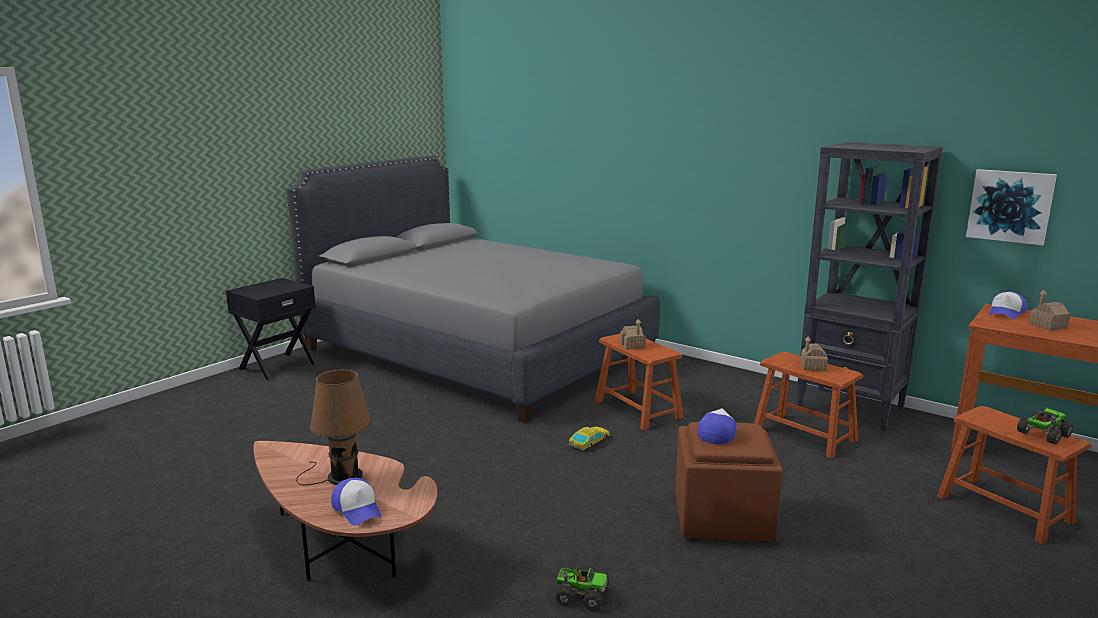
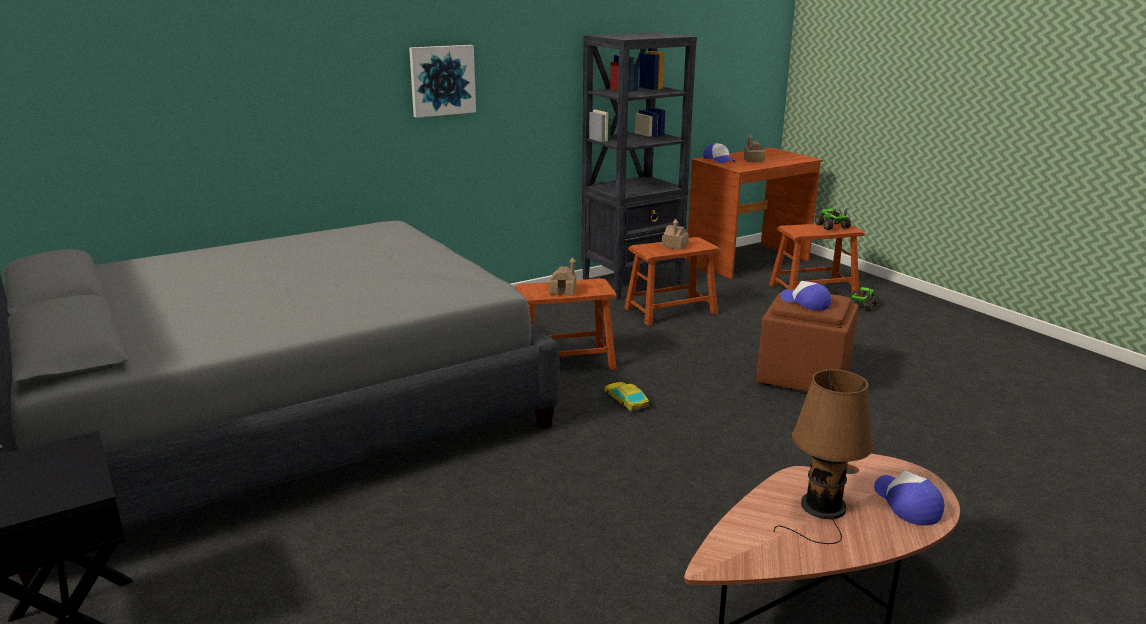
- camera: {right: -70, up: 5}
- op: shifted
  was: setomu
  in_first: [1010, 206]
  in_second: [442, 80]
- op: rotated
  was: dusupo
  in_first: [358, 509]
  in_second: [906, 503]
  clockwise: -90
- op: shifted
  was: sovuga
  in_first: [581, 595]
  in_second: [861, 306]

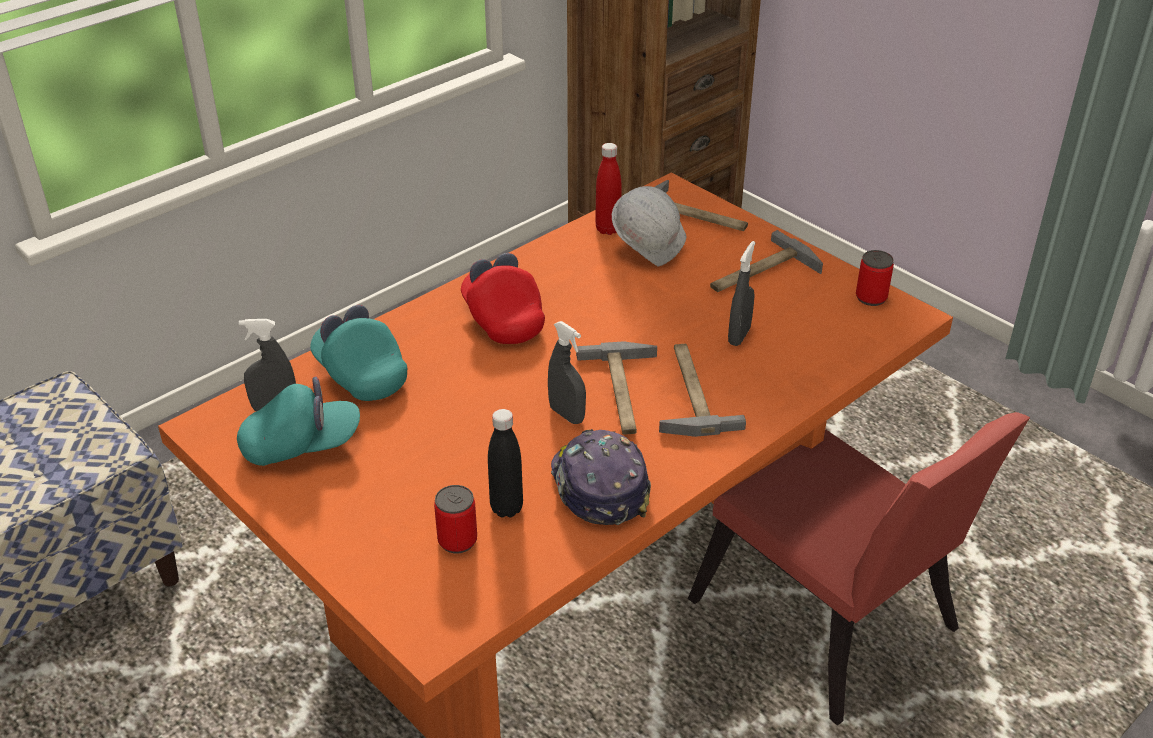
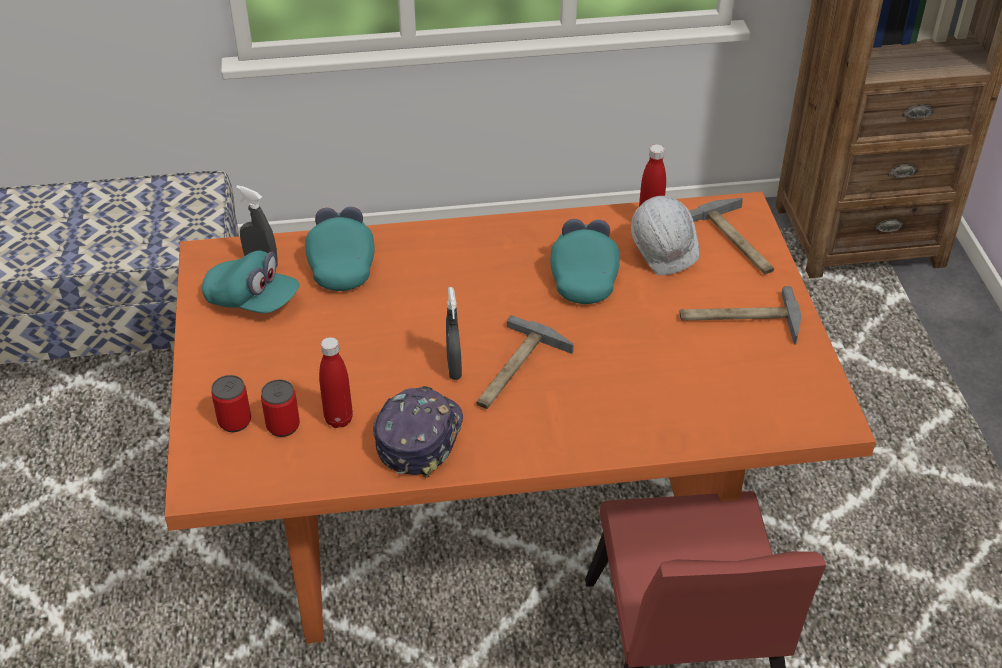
- camera: {right: 35, up: 5}
- op: gone
  was: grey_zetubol
  in_first: [739, 336]
- op: shifted
  was: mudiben
  in_first: [871, 297]
  in_second: [234, 421]
- op: gone
  was: red_dusupo
  in_first: [502, 319]
- op: gone
  was: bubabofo
  in_first: [689, 392]
- op: repainted
  was: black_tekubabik
  now: red_tekubabik
  in_first: [506, 508]
  in_second: [338, 419]
- op: new
  now: turquoise_dusupo
  in_second: [583, 276]

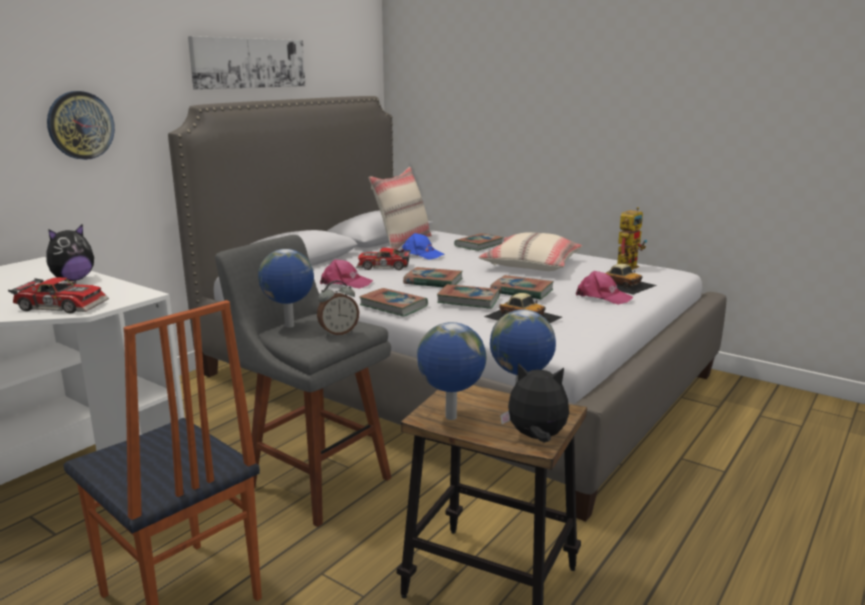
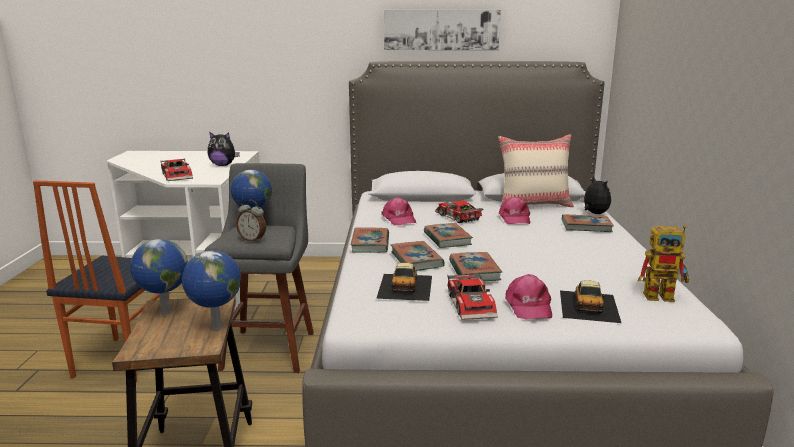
- camera: {right: 55, up: 0}
- op: gone
  was: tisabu
  in_first: [80, 125]
- op: gone
  was: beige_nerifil
  in_first: [531, 264]
- op: repainted
  was: blue_dusupo
  now: pink_dusupo
  in_first: [421, 254]
  in_second: [514, 218]
- op: shifted
  was: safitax
  in_first: [536, 438]
  in_second: [594, 213]
- op: new
  now: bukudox
  in_second: [473, 304]

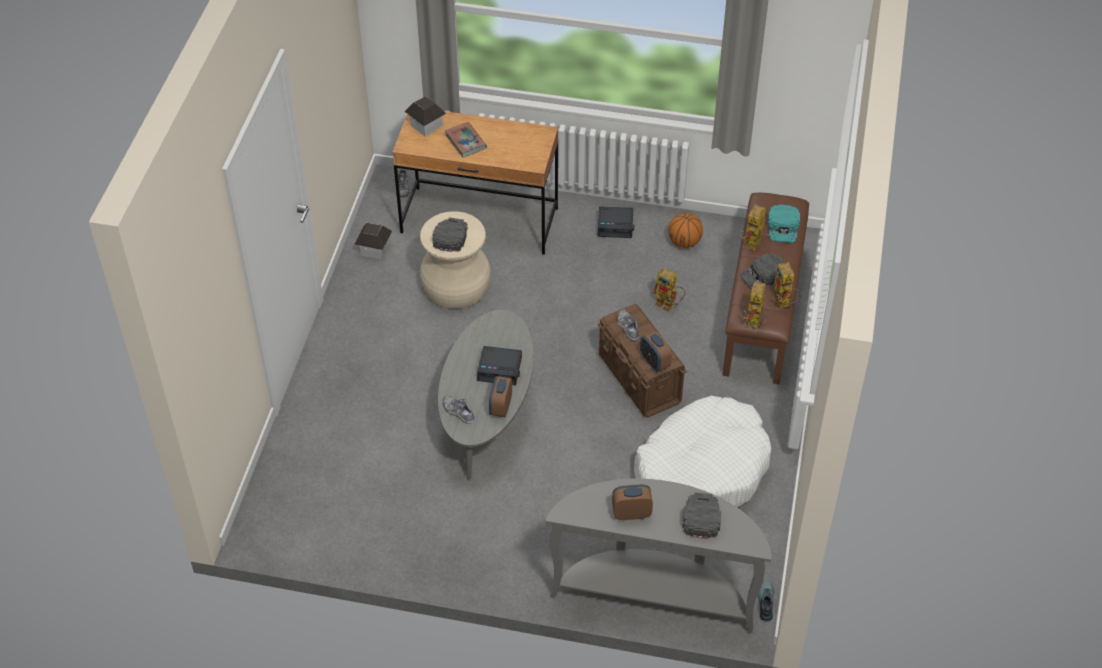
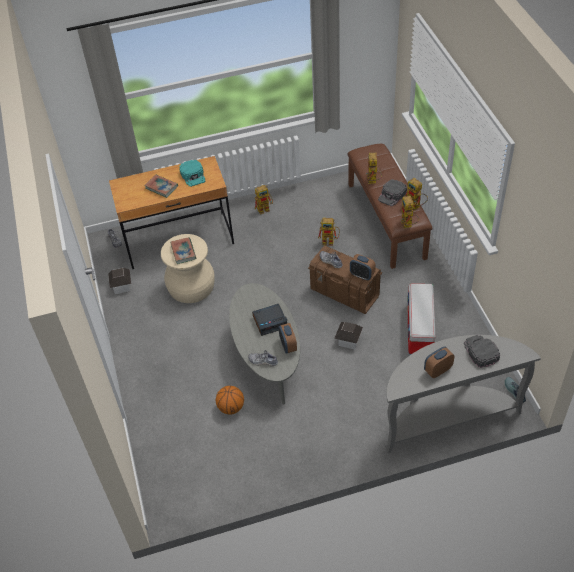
- camera: {right: -25, up: 0}
- op: shifted
  was: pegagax
  in_first: [426, 125]
  in_second: [348, 340]
- op: shifted
  was: turquoise_dusupo
  in_first: [783, 227]
  in_second: [193, 175]
- op: swapped
  was: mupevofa
  now: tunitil
  in_first: [615, 225]
  in_second: [265, 208]
- op: shifted
  was: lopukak
  in_first: [684, 242]
  in_second: [231, 408]
- op: swapped
  was: black_dusupo
  now: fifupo
  in_first: [450, 236]
  in_second: [183, 252]
- op: swapped
  was: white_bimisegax
  now: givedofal
  in_first: [701, 469]
  in_second: [420, 329]

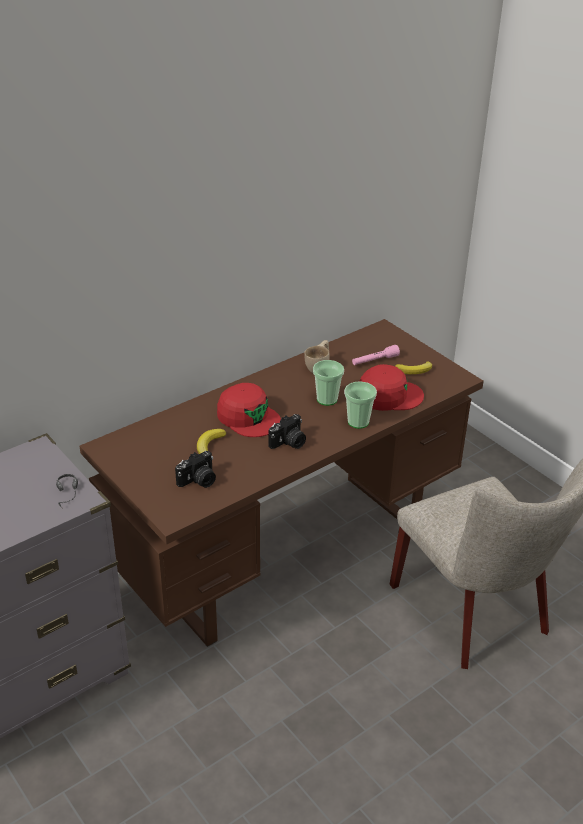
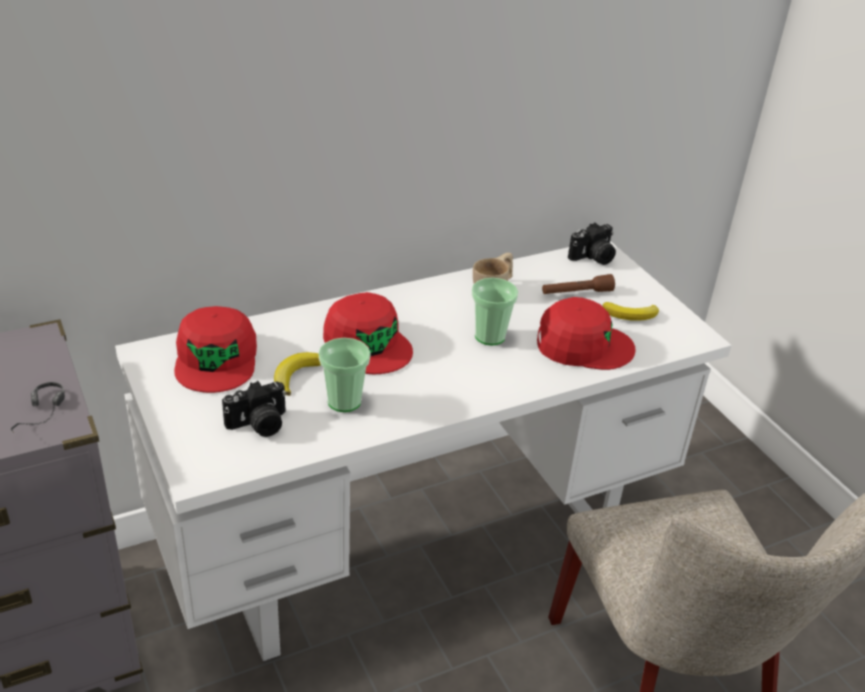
- camera: {right: 10, up: 0}
- op: repainted
  was: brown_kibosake
  now: white_kibosake
  in_first: [288, 552]
  in_second: [418, 542]
- op: repainted
  was: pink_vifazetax
  now: brown_vifazetax
  in_first: [375, 361]
  in_second: [576, 293]
- op: shifted
  was: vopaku
  in_first: [358, 422]
  in_second: [344, 401]
- op: shifted
  was: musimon
  in_first: [289, 443]
  in_second: [593, 258]
- op: new
  now: red_dusupo
  in_second: [217, 359]

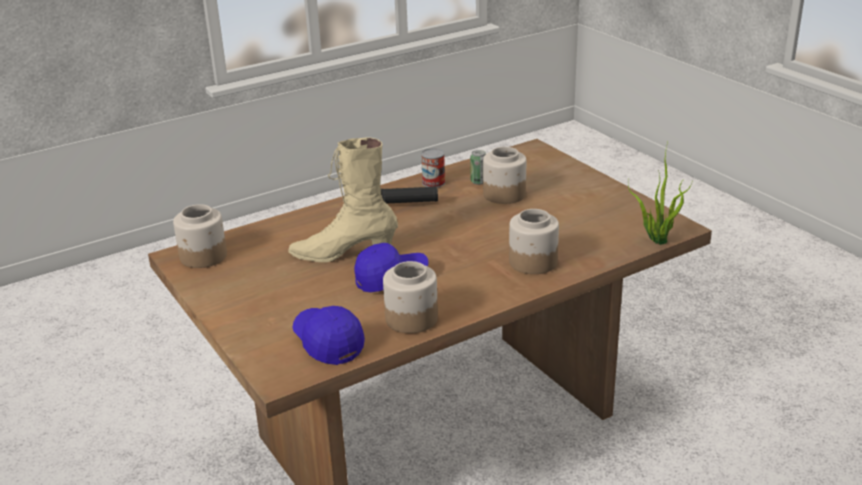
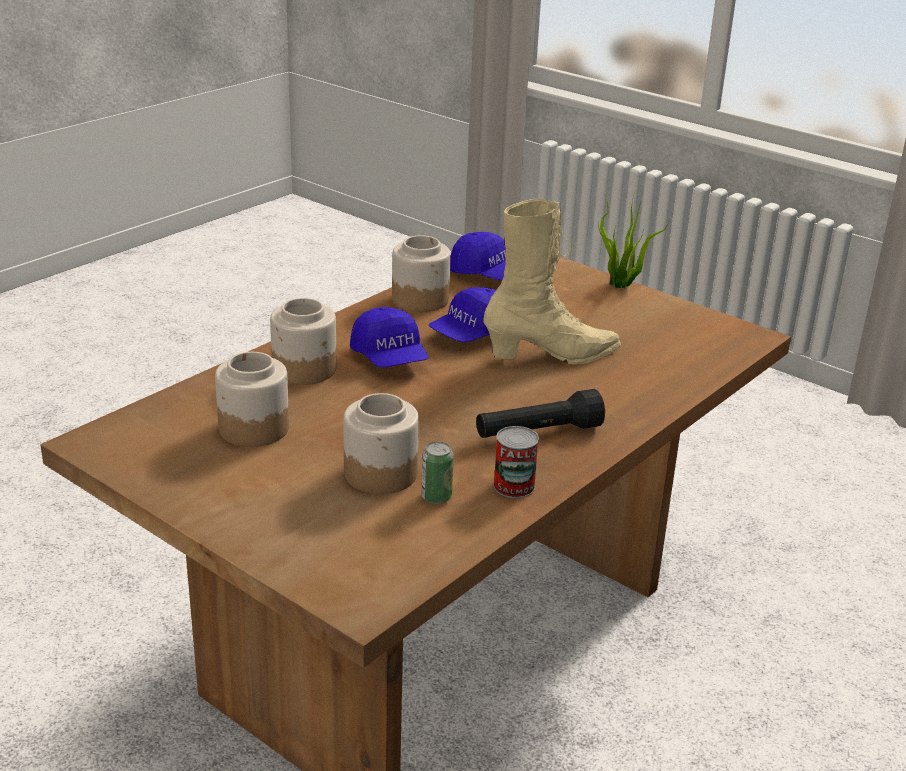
- camera: {right: 160, up: 0}
- op: shifted
  was: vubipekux
  in_first: [657, 239]
  in_second: [621, 285]
- op: shifted
  was: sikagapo
  in_first: [203, 257]
  in_second: [253, 428]
- op: new
  now: blue_dusupo
  in_second: [390, 358]

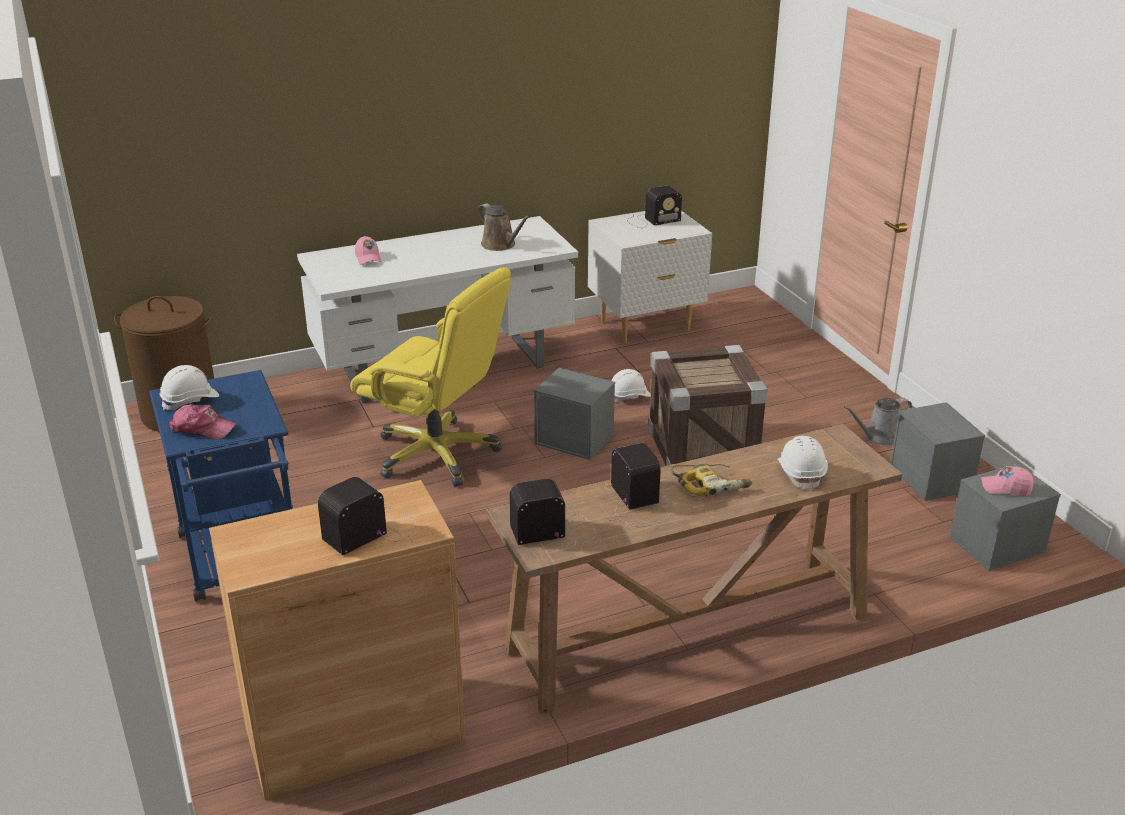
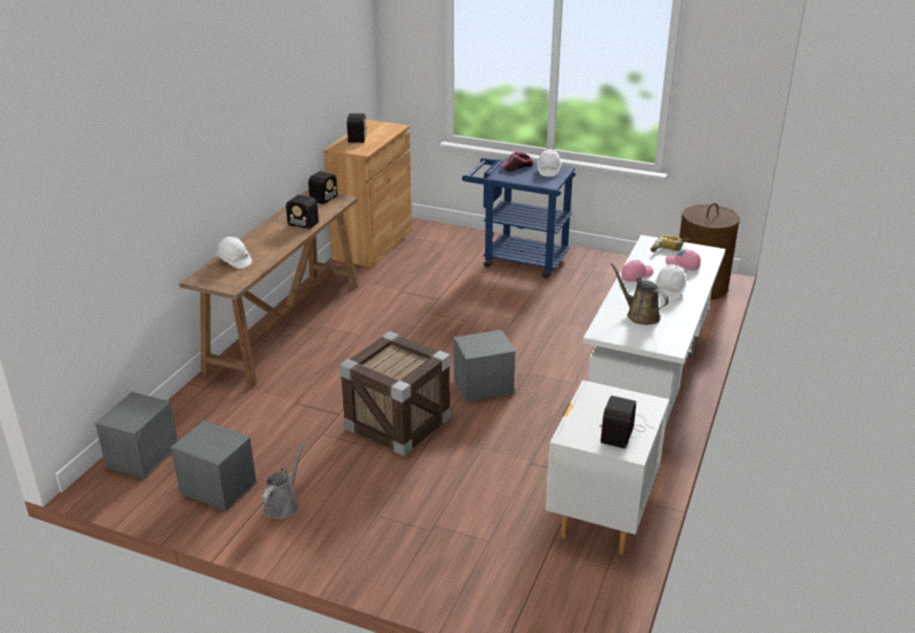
- camera: {right: 135, up: 0}
- op: rotated
  was: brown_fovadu
  in_first: [500, 245]
  in_second: [640, 315]
  clockwise: 45
- op: gone
  was: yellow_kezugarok
  in_first: [437, 454]
- op: shifted
  was: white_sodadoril
  in_first: [629, 396]
  in_second: [669, 291]
- op: shifted
  was: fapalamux
  in_first: [711, 484]
  in_second: [668, 249]
- op: shifted
  was: pink_dusupo
  in_first: [1005, 488]
  in_second: [636, 275]

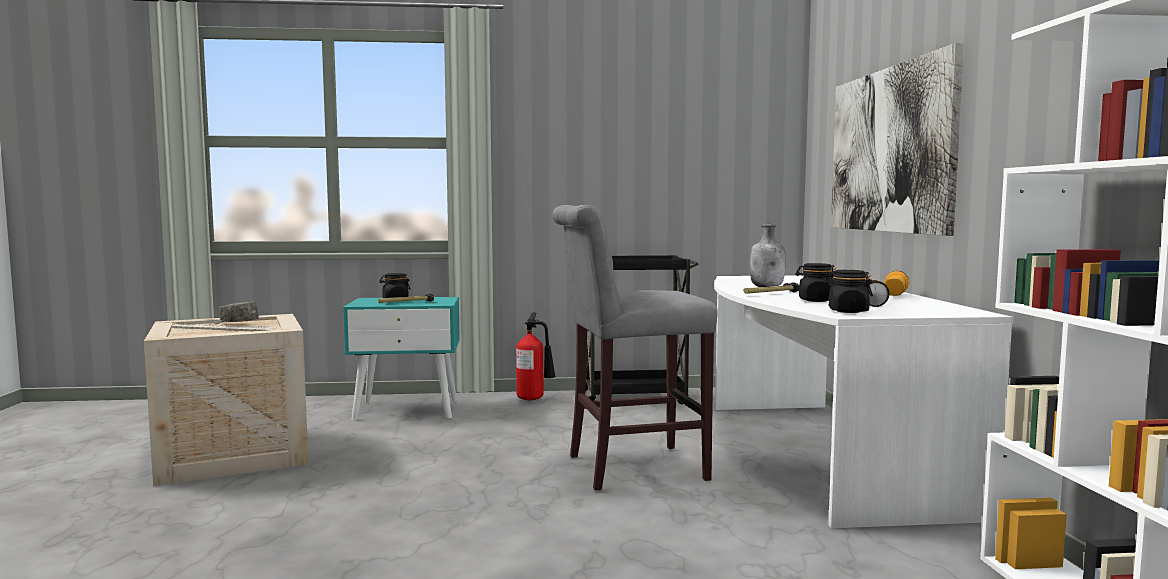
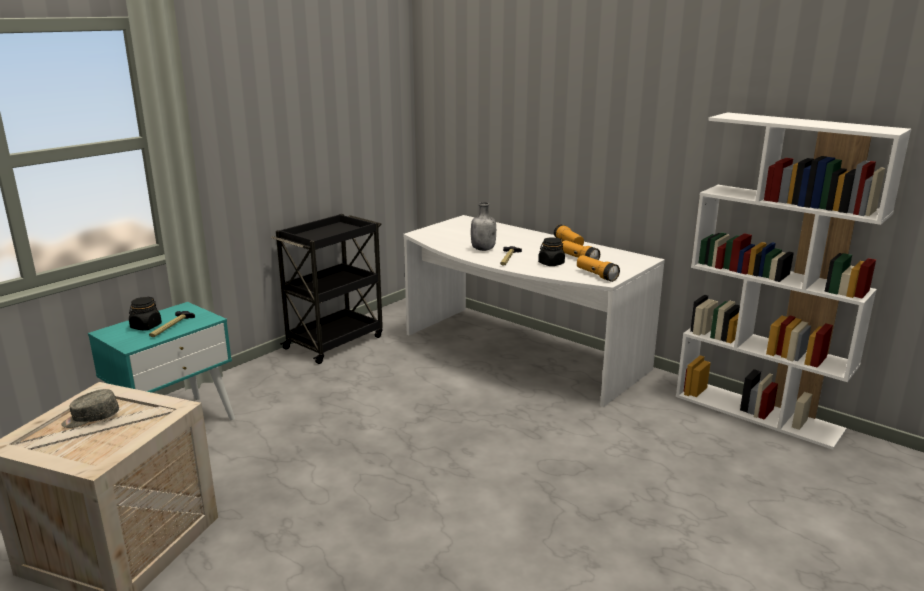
- camera: {right: -45, up: 15}
- op: gone
  was: setomu
  in_first: [889, 150]
- op: gone
  was: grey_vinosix
  in_first: [628, 468]
- op: swapped
  was: black_sikagapo
  now: vifazetax
  in_first: [847, 311]
  in_second: [596, 275]
- op: gone
  was: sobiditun
  in_first: [534, 399]

